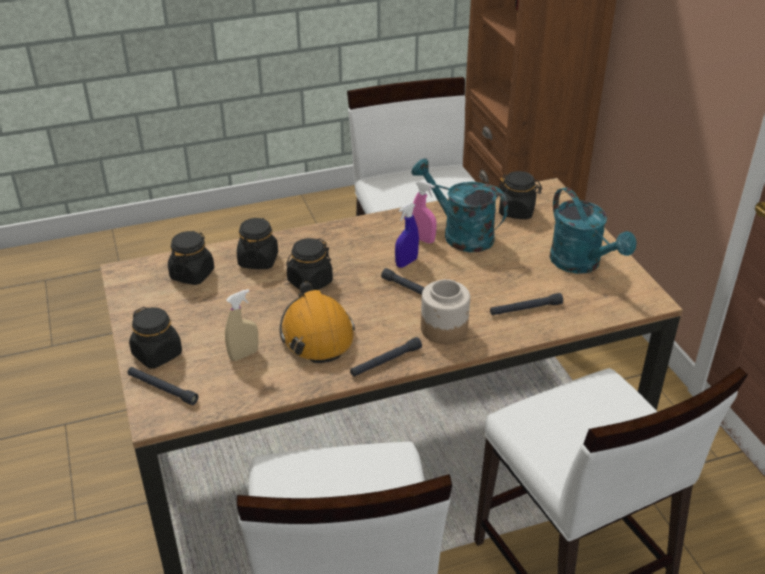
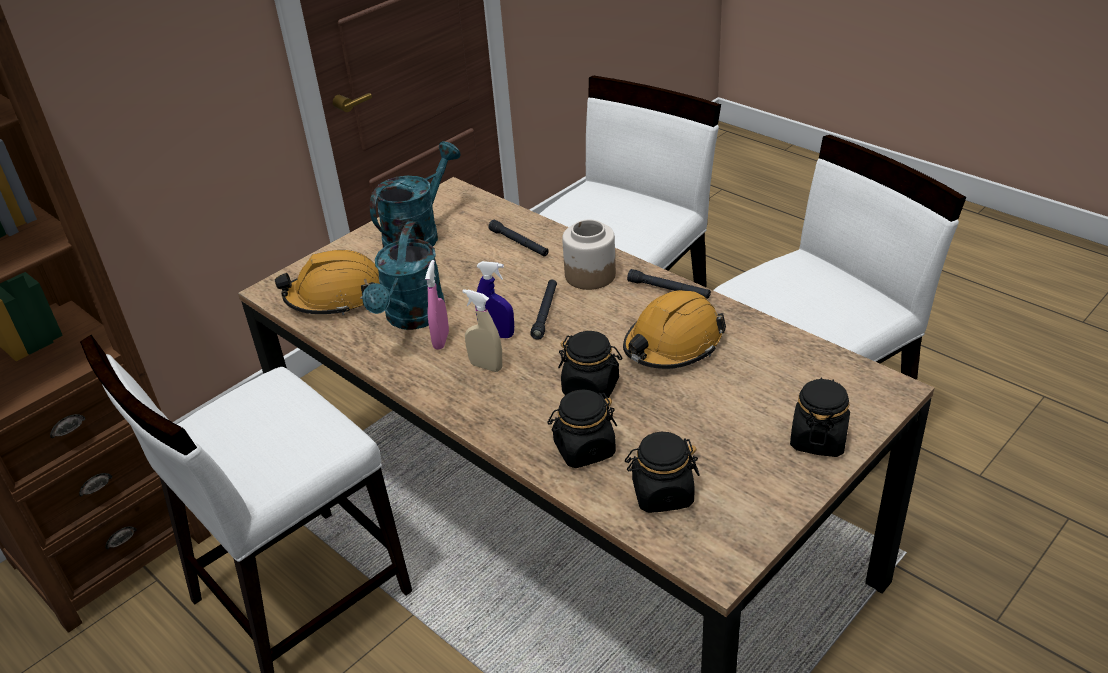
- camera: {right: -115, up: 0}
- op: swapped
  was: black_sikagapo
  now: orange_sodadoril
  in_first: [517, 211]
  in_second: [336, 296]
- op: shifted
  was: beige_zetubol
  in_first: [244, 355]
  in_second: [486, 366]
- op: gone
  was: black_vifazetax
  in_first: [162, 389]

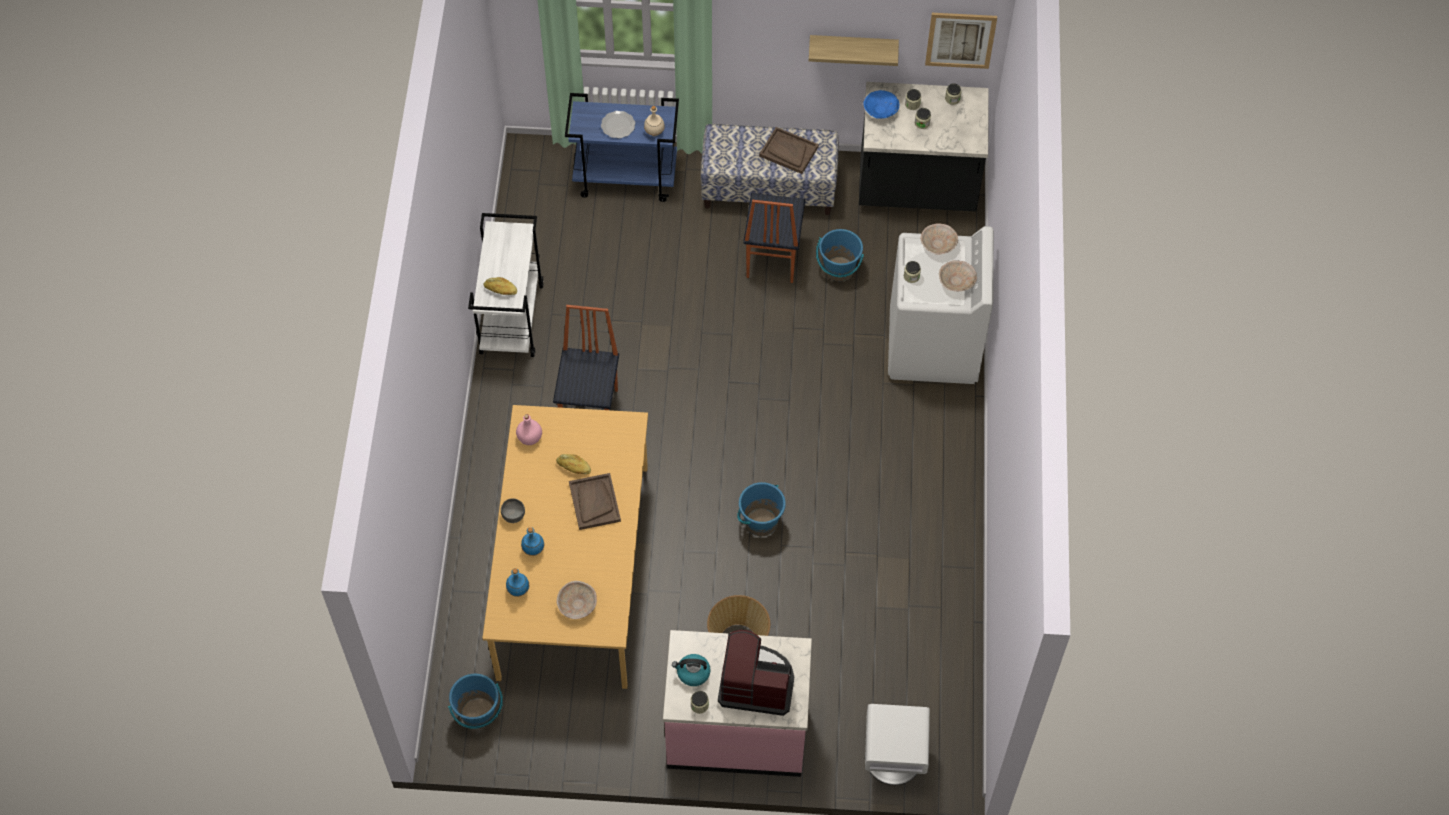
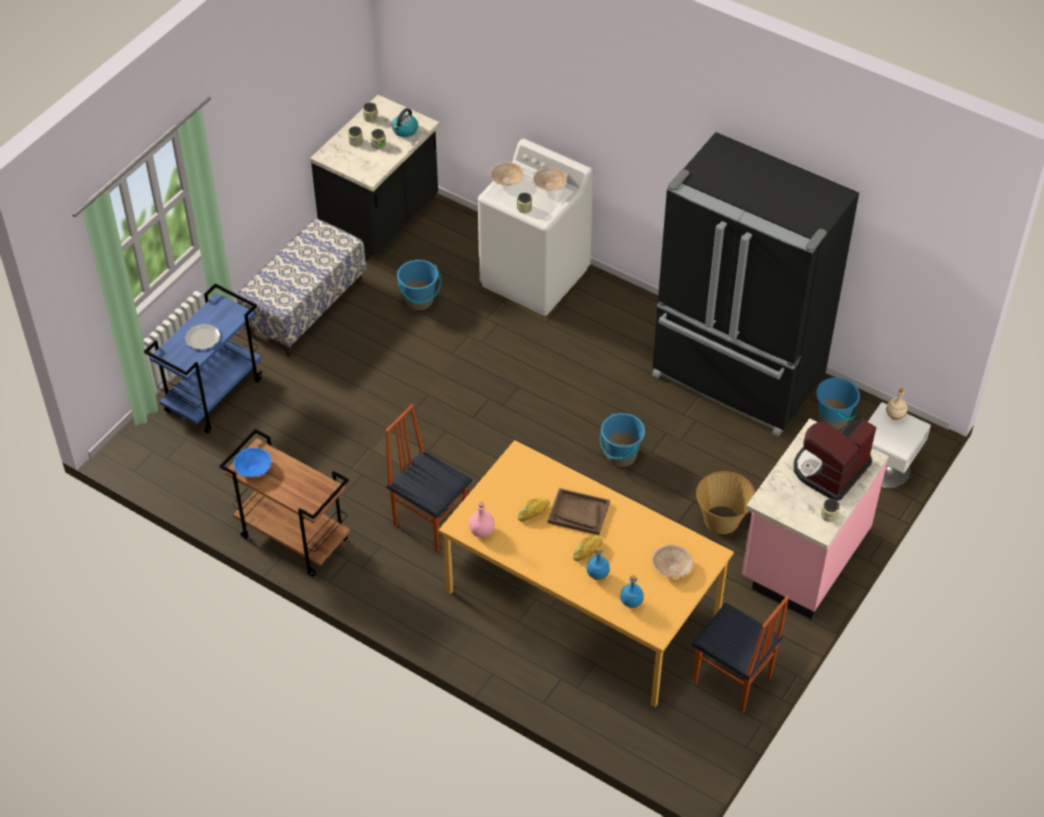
- camera: {right: -60, up: -10}
- op: gone
  was: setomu
  in_first: [960, 40]
- op: gone
  was: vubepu
  in_first: [853, 47]
- op: shifted
  was: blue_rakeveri
  in_first: [881, 110]
  in_second: [253, 468]
- op: shifted
  was: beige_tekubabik
  in_first: [654, 132]
  in_second: [895, 416]
- op: gone
  was: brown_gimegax
  in_first: [788, 151]
- op: shifted
  was: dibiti
  in_first: [771, 258]
  in_second: [732, 681]
- op: repainted
  was: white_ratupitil
  now: brown_ratupitil
  in_first: [511, 318]
  in_second: [292, 538]
- op: shifted
  was: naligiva
  in_first: [500, 290]
  in_second: [588, 551]
- op: gone
  was: grey_rakeveri
  in_first: [513, 515]
- op: shifted
  was: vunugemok
  in_first: [692, 673]
  in_second: [404, 130]
- op: shifted
  was: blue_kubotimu
  in_first: [478, 713]
  in_second: [833, 419]
- op: new
  now: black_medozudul
  in_second: [736, 378]

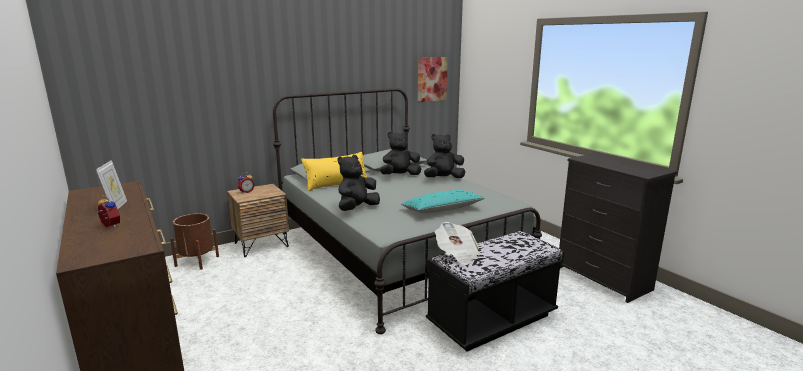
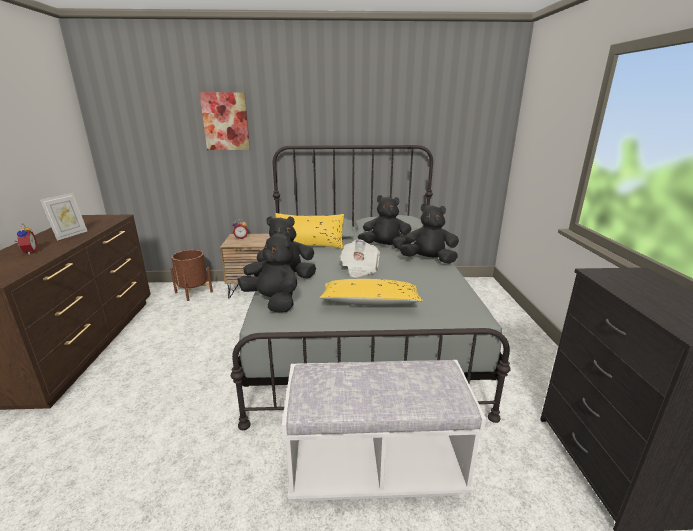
- camera: {right: 30, up: 5}
- op: shifted
  was: setomu
  in_first: [432, 79]
  in_second: [225, 121]
- op: repainted
  was: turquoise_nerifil
  now: yellow_nerifil
  in_first: [442, 210]
  in_second: [370, 302]
- op: shifted
  was: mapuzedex
  in_first: [457, 254]
  in_second: [359, 269]
- op: repainted
  was: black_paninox
  now: white_paninox
  in_first: [492, 320]
  in_second: [376, 466]
- op: new
  now: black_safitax
  in_second: [273, 301]

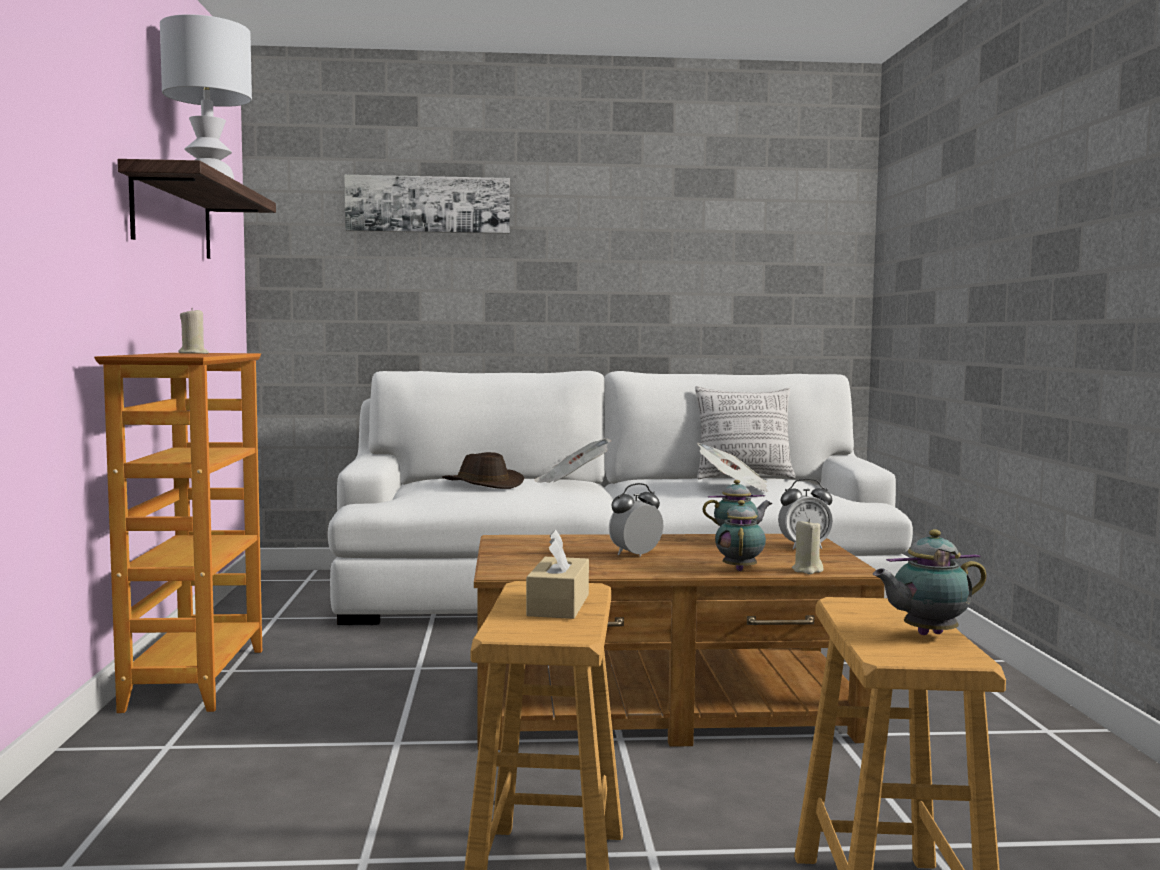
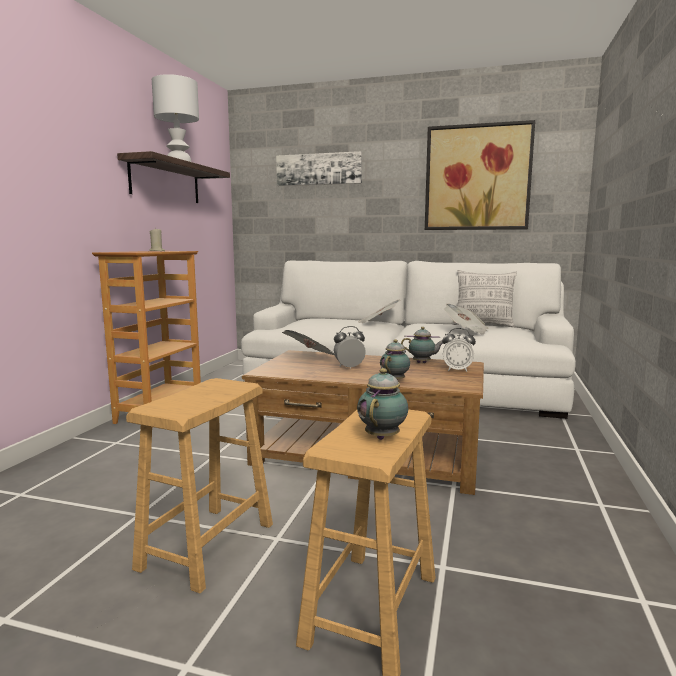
- camera: {right: 20, up: 5}
- op: gone
  was: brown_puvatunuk
  in_first: [481, 484]
- op: gone
  was: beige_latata
  in_first: [807, 570]
- op: rotated
  was: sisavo
  in_first: [926, 634]
  in_second: [383, 436]
  clockwise: 105
- op: gone
  was: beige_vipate
  in_first: [558, 605]
- op: new
  now: setomu
  in_second: [477, 178]
- op: new
  now: mapuzedex
  in_second: [311, 358]

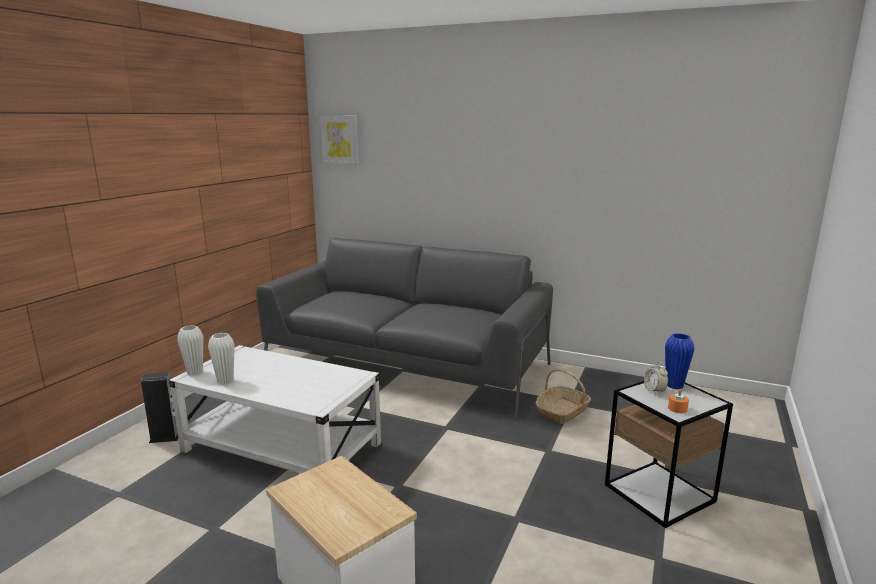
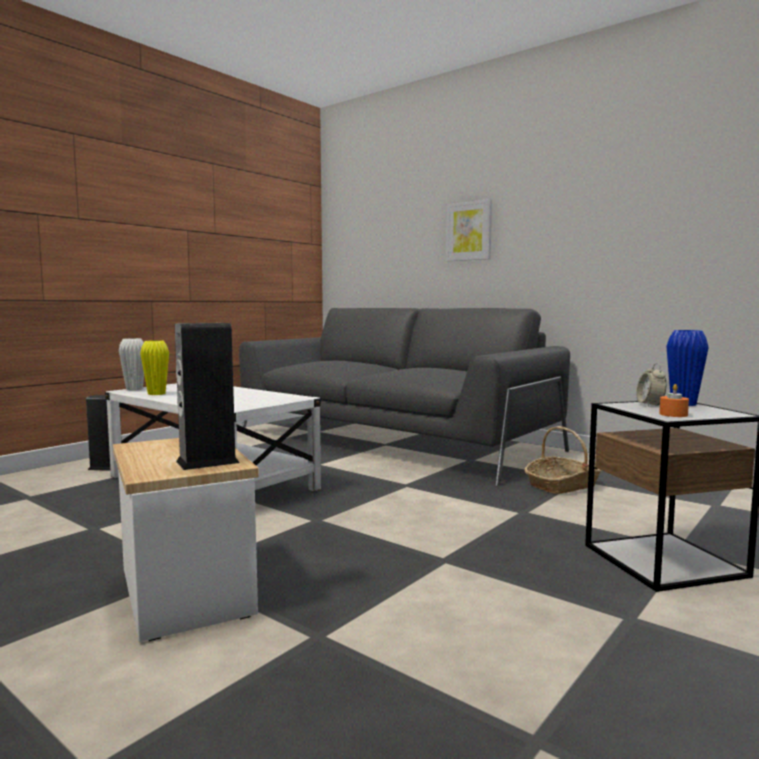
- camera: {right: 15, up: -10}
- op: shifted
  was: setomu
  in_first: [340, 139]
  in_second: [469, 231]
- op: repainted
  was: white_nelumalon
  now: yellow_nelumalon
  in_first: [225, 381]
  in_second: [156, 394]
- op: new
  now: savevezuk
  in_second: [207, 462]

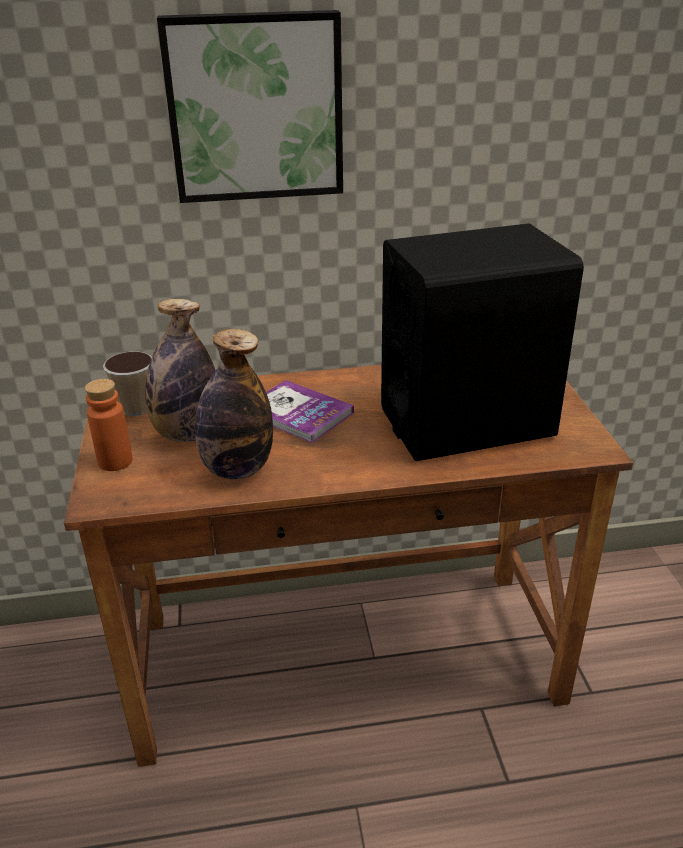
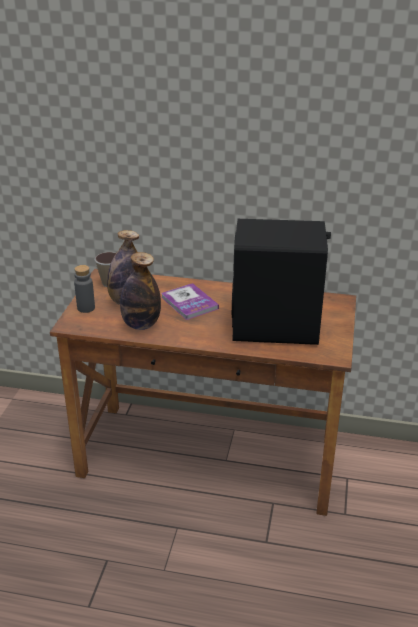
- camera: {right: 20, up: 0}
- op: gone
  was: setomu
  in_first: [255, 107]
- op: repainted
  was: orange_tekubabik
  now: grey_tekubabik
  in_first: [115, 461]
  in_second: [86, 308]

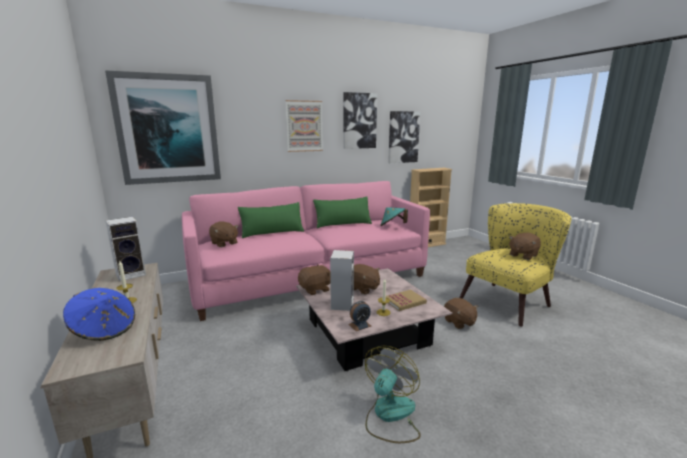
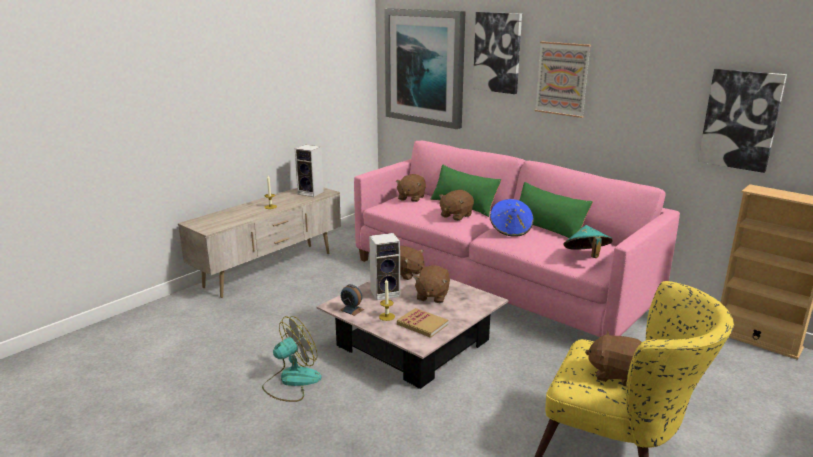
- camera: {right: 65, up: 5}
- op: shifted
  was: setomu
  in_first: [359, 121]
  in_second: [497, 52]
- op: shifted
  was: blue_puvatunuk
  in_first: [104, 330]
  in_second: [510, 230]
- op: shifted
  was: brown_safitax
  in_first: [459, 322]
  in_second: [455, 216]
- op: rotated
  was: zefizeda
  in_first: [390, 415]
  in_second: [291, 381]
  clockwise: -45

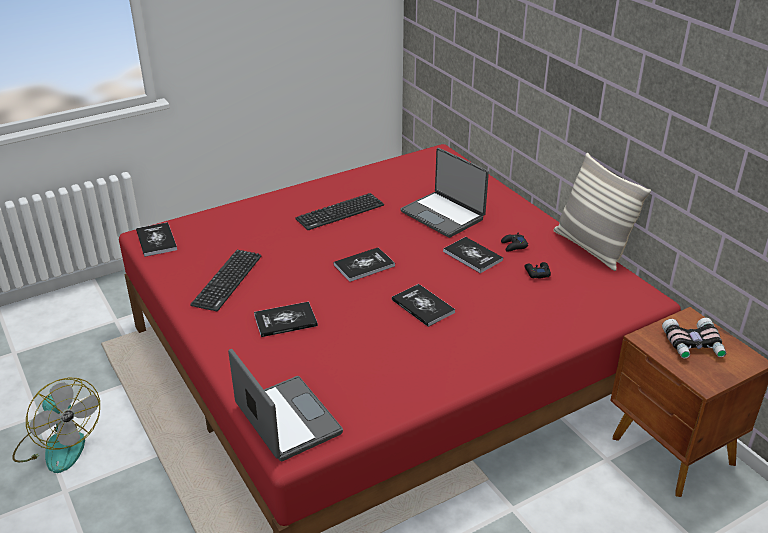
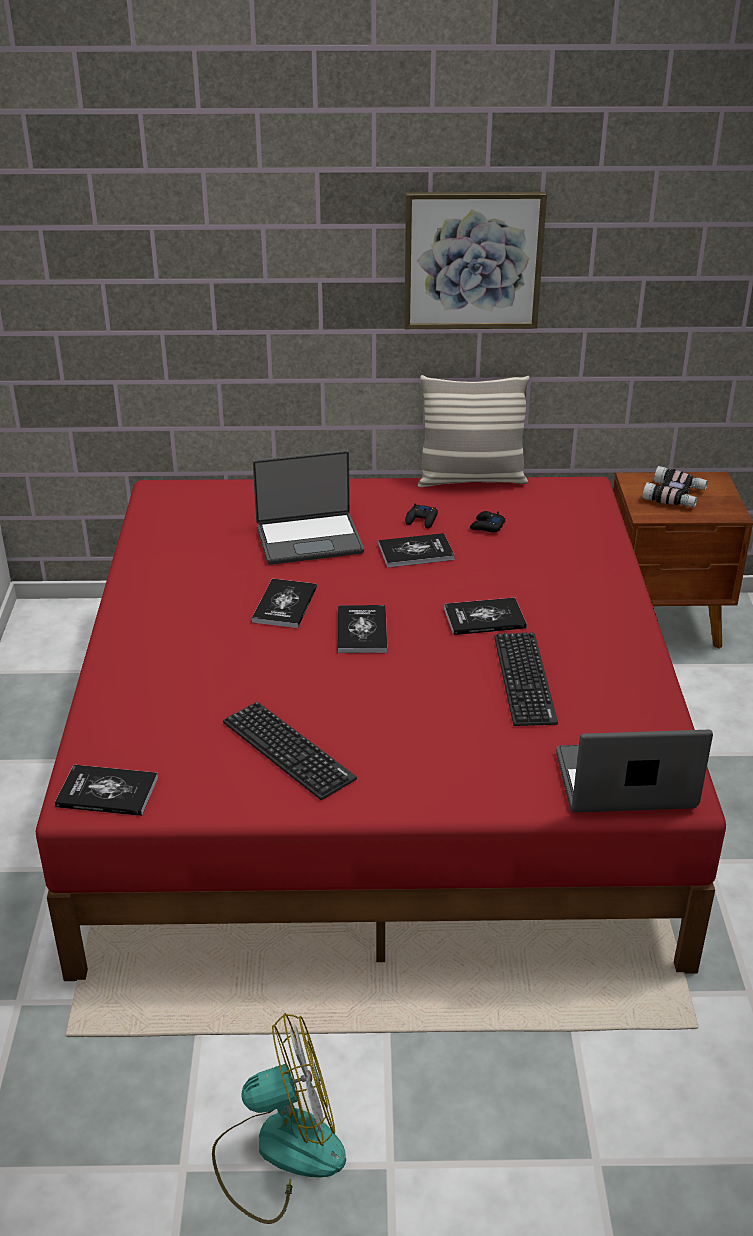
- camera: {right: -60, up: 0}
- op: shifted
  was: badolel
  in_first: [340, 212]
  in_second: [524, 679]
- op: shifted
  was: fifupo
  in_first: [285, 320]
  in_second: [285, 605]
- op: new
  now: setomu
  in_second: [473, 261]

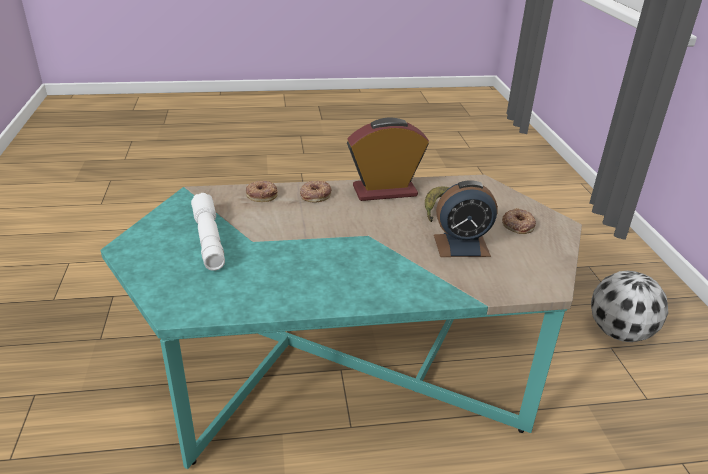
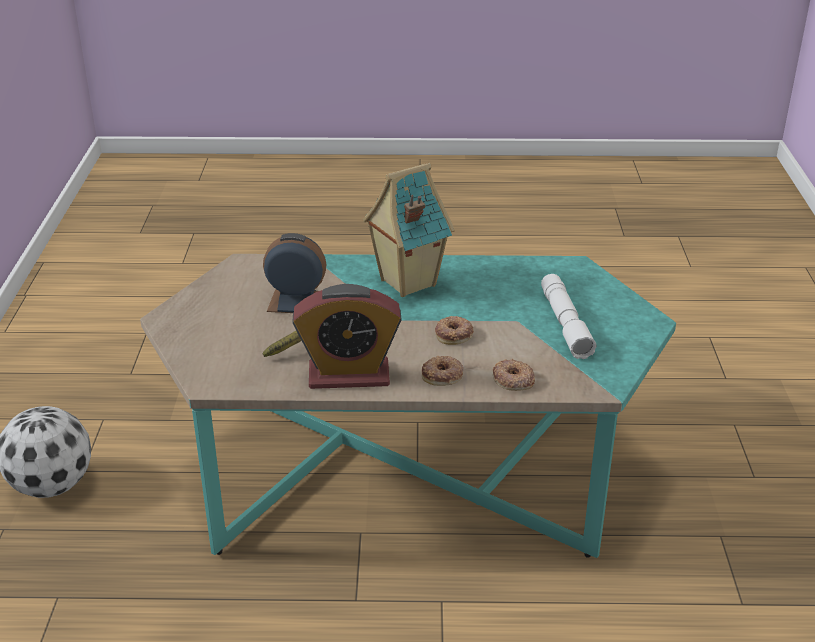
- camera: {right: -170, up: 0}
- op: shifted
  was: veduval
  in_first: [518, 225]
  in_second: [454, 334]
- op: new
  now: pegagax
  in_second: [406, 283]

